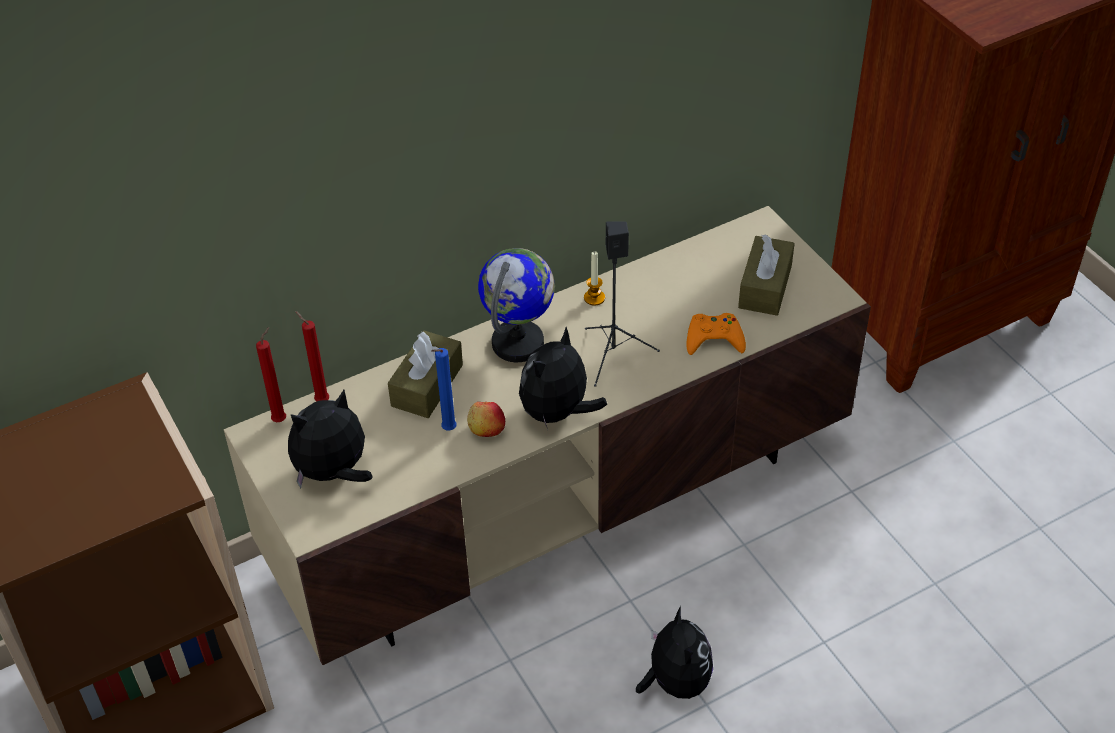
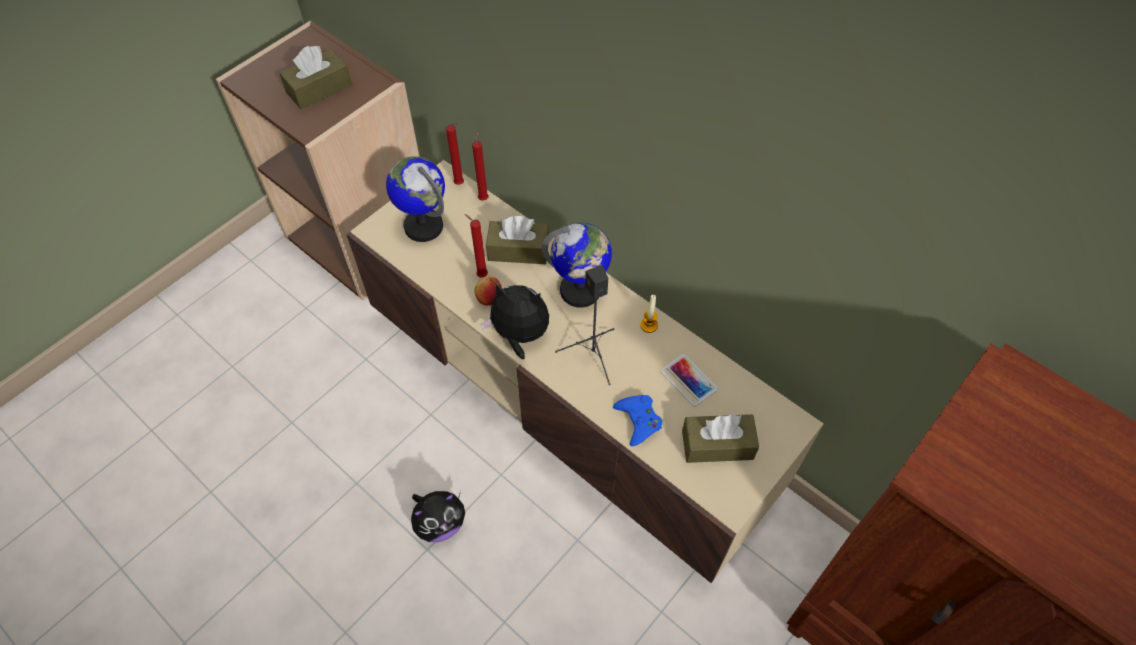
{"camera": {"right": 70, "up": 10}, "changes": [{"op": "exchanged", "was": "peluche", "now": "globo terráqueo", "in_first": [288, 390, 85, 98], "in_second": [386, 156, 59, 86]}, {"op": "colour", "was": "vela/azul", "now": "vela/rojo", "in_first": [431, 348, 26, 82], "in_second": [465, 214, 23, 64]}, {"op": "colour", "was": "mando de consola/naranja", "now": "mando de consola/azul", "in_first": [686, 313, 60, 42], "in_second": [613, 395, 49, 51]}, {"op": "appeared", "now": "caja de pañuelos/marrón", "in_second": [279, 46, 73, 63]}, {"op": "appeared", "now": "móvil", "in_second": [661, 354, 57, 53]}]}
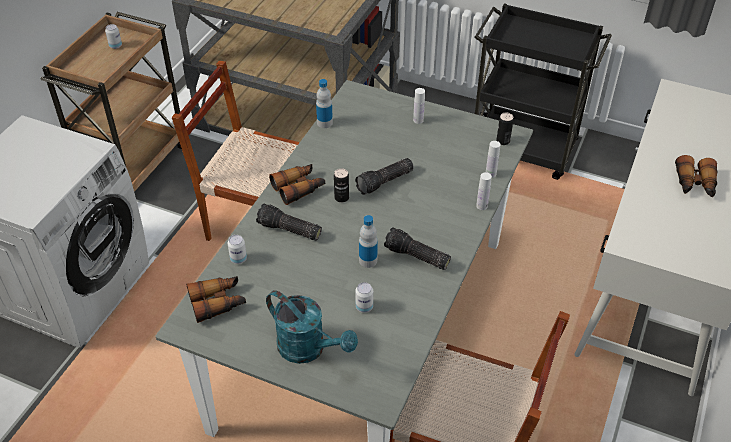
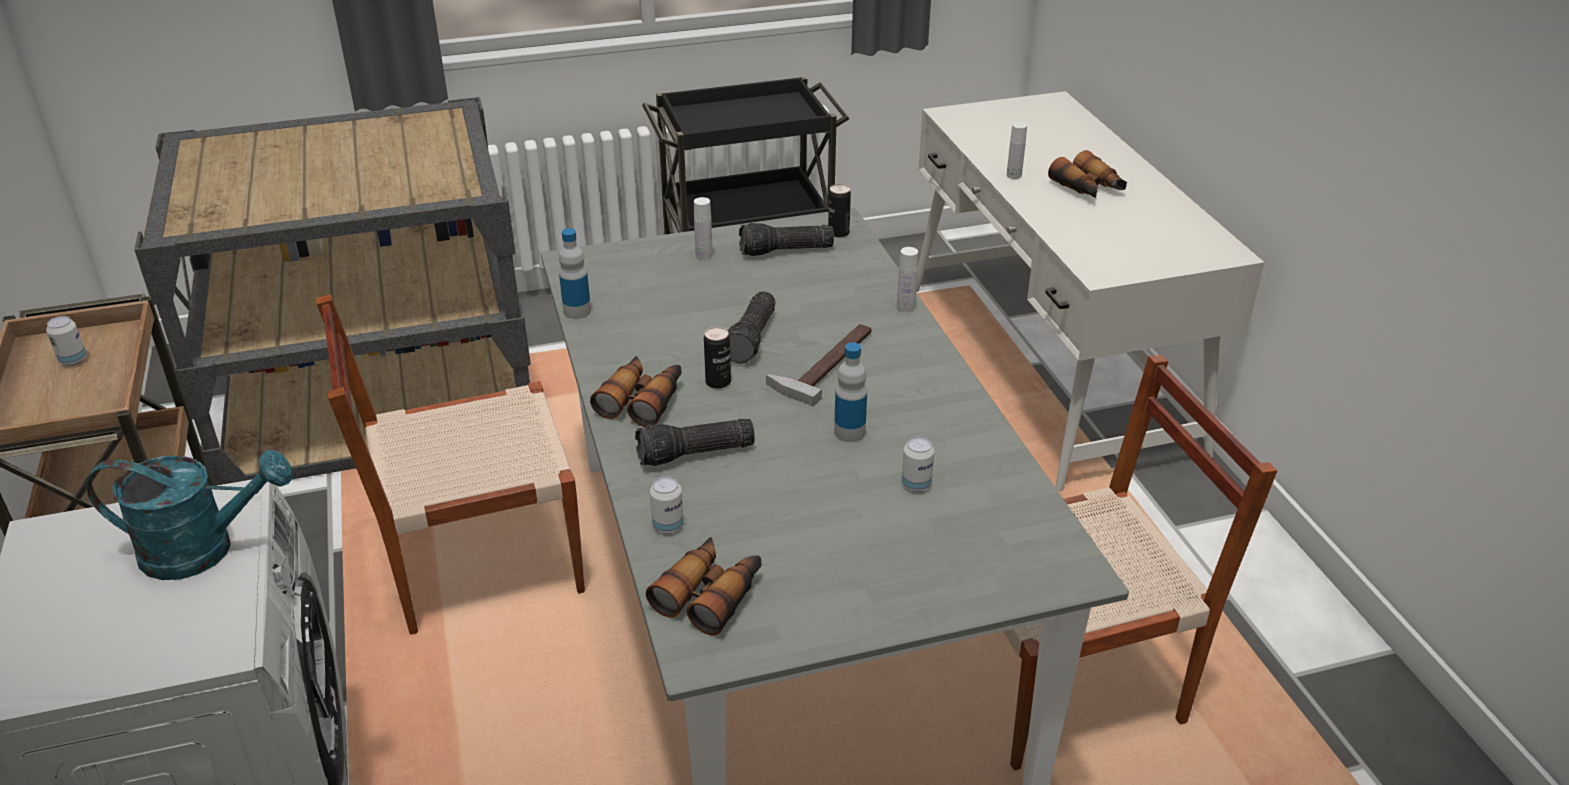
{"camera": {"right": -40, "up": -10}, "changes": [{"op": "relocated", "was": "regadera/turquesa", "in_first": [266, 290, 92, 74], "in_second": [86, 450, 206, 130]}, {"op": "relocated", "was": "linterna", "in_first": [384, 227, 67, 43], "in_second": [739, 223, 95, 33]}, {"op": "relocated", "was": "botella/blanco", "in_first": [486, 141, 15, 37], "in_second": [1007, 122, 20, 57]}, {"op": "appeared", "now": "martillo", "in_second": [766, 324, 105, 82]}]}
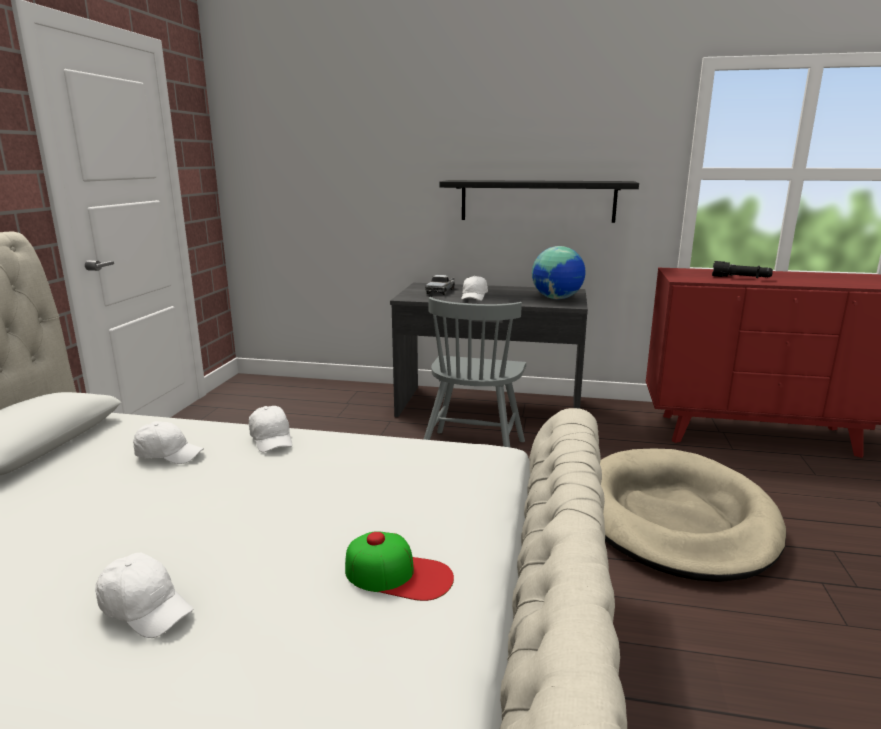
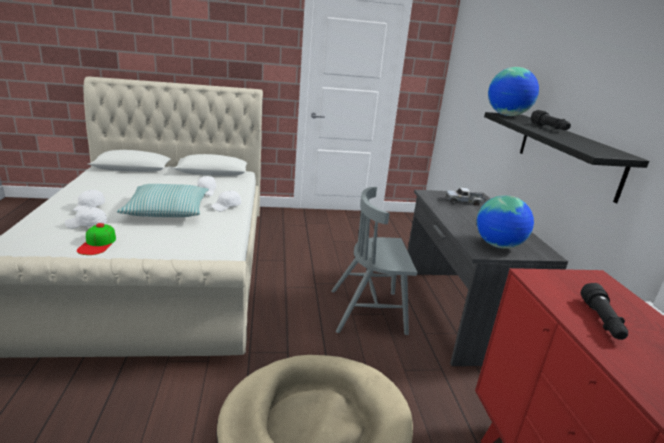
{"camera": {"right": 70, "up": 5}, "changes": [{"op": "relocated", "was": "gorra/blanco", "in_first": [461, 276, 27, 25], "in_second": [65, 207, 42, 21]}, {"op": "appeared", "now": "cojín", "in_second": [117, 184, 92, 33]}, {"op": "appeared", "now": "globo terráqueo", "in_second": [488, 67, 51, 49]}, {"op": "appeared", "now": "linterna/negro", "in_second": [530, 110, 41, 20]}]}
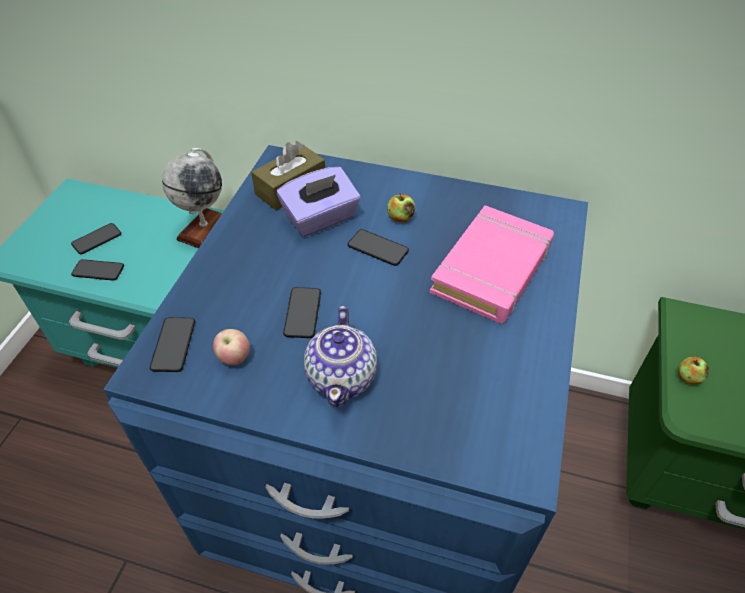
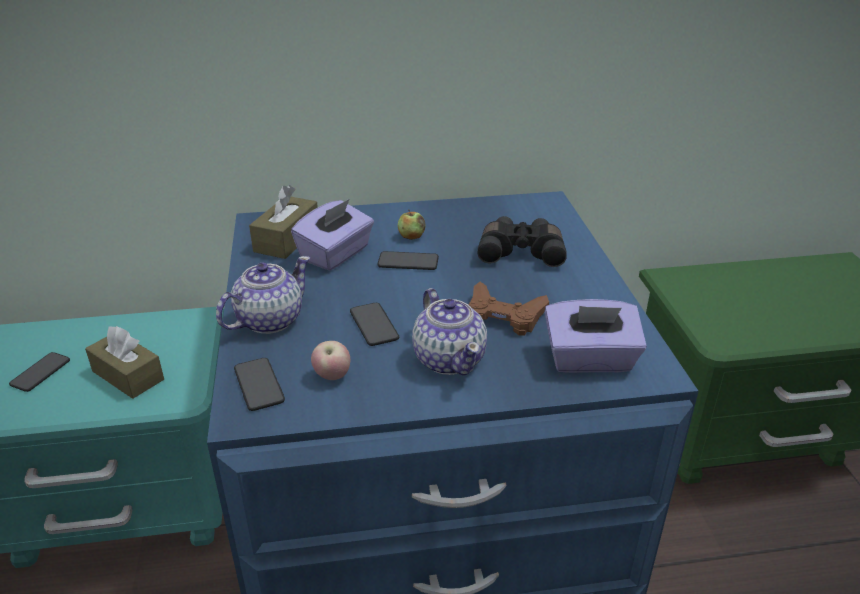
{"camera": {"right": -25, "up": -15}, "changes": [{"op": "missing", "was": "móvil", "in_first": [71, 259, 53, 22]}, {"op": "missing", "was": "globo terráqueo", "in_first": [162, 148, 60, 100]}, {"op": "exchanged", "was": "libro/rosa", "now": "prismáticos/negro", "in_first": [430, 205, 124, 119], "in_second": [478, 216, 89, 51]}, {"op": "missing", "was": "manzana", "in_first": [679, 357, 30, 28]}, {"op": "appeared", "now": "caja de pañuelos/marrón", "in_second": [85, 326, 79, 73]}, {"op": "appeared", "now": "tetera", "in_second": [216, 256, 94, 78]}, {"op": "appeared", "now": "mando de consola/marrón", "in_second": [469, 282, 80, 54]}, {"op": "appeared", "now": "caja de pañuelos/morado", "in_second": [545, 299, 102, 74]}]}
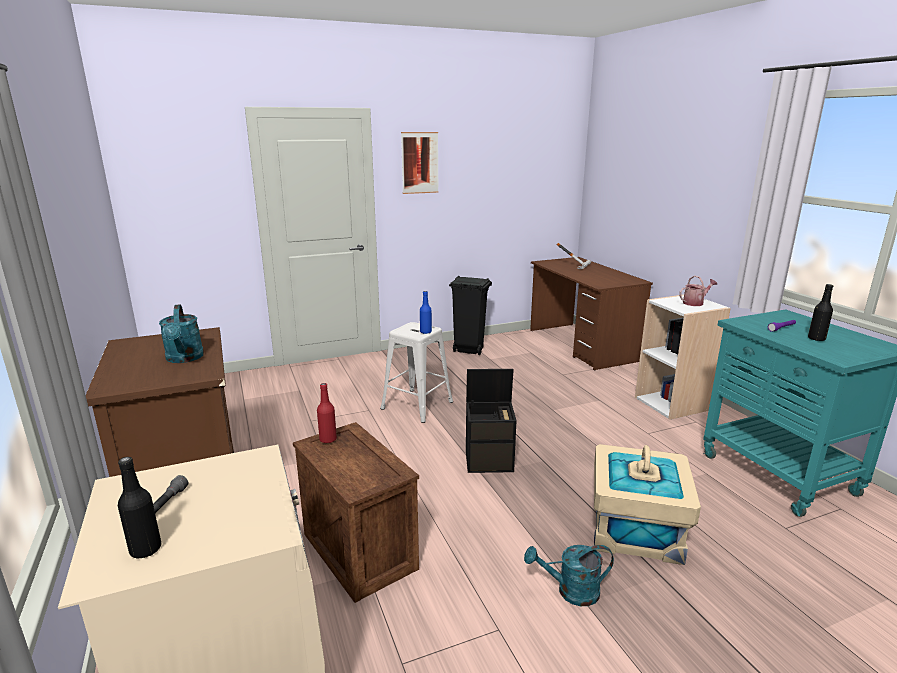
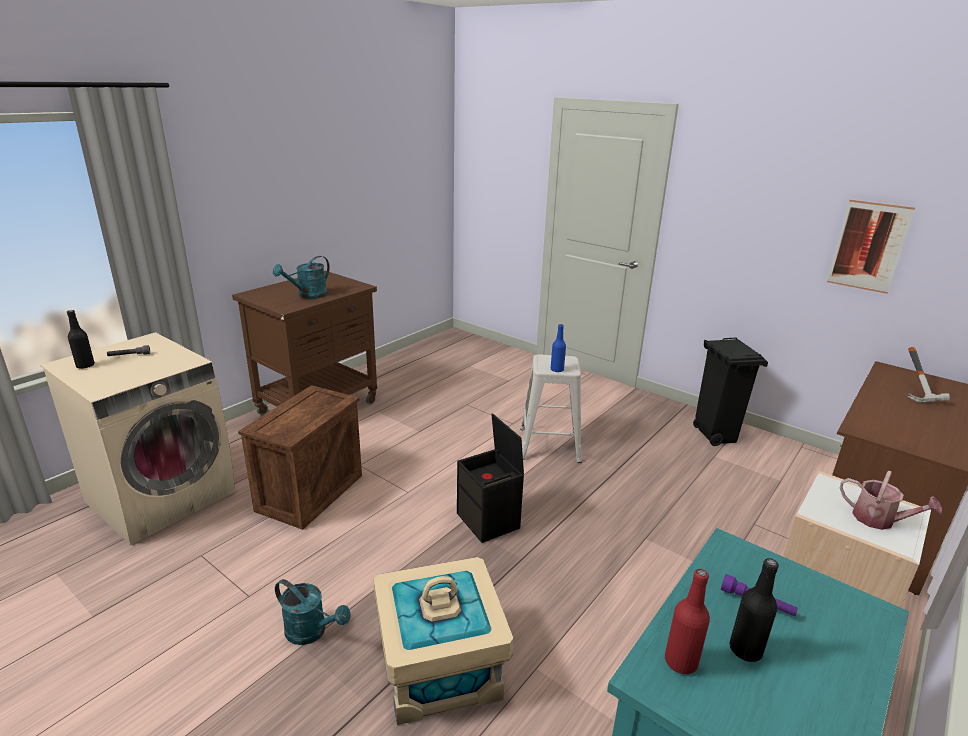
{"camera": {"right": 60, "up": 5}, "changes": [{"op": "relocated", "was": "botella/rojo", "in_first": [317, 383, 20, 60], "in_second": [665, 569, 45, 105]}, {"op": "relocated", "was": "cuadro", "in_first": [401, 132, 38, 62], "in_second": [827, 200, 88, 94]}, {"op": "spun", "was": "regadera/turquesa", "in_first": [524, 545, 90, 61], "in_second": [275, 579, 76, 66], "clockwise": 150}]}
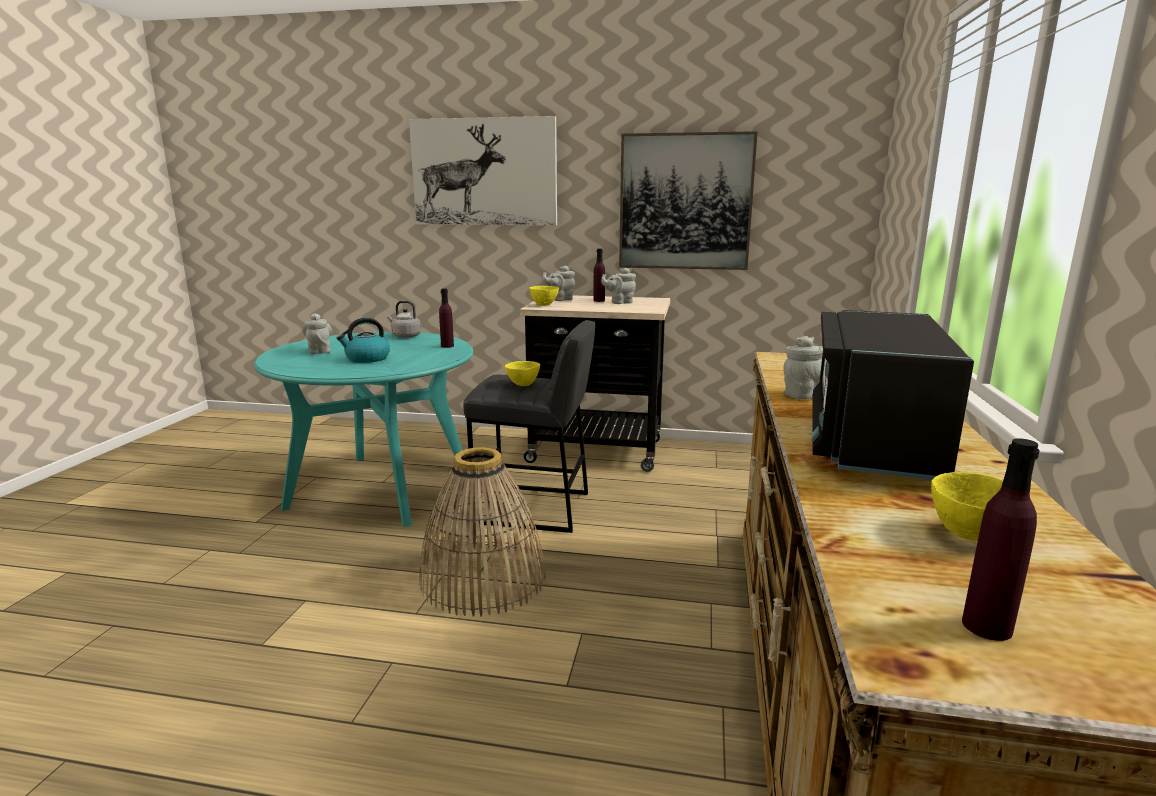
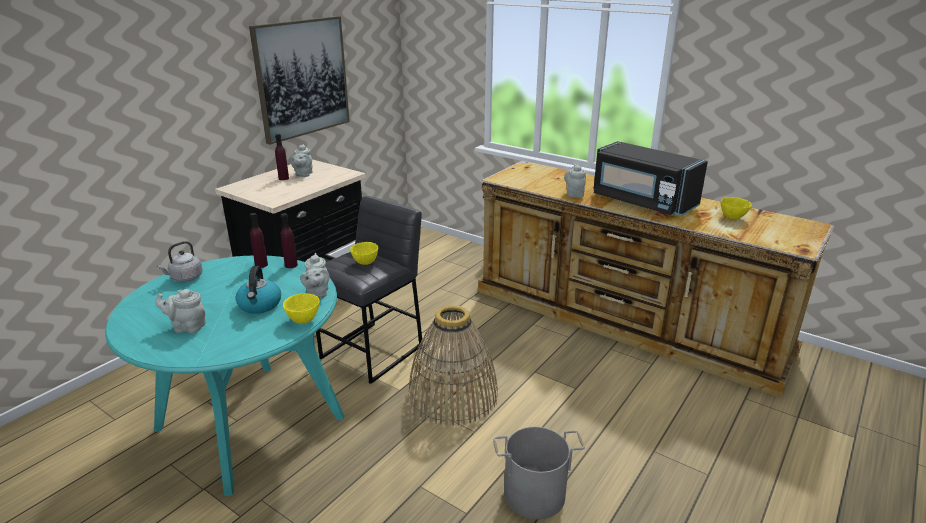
{"camera": {"right": -65, "up": 10}, "changes": [{"op": "missing", "was": "cuadro", "in_first": [409, 116, 148, 110]}, {"op": "relocated", "was": "cuenco/amarillo", "in_first": [529, 286, 30, 20], "in_second": [283, 293, 37, 31]}, {"op": "relocated", "was": "tetera/gris", "in_first": [543, 266, 32, 35], "in_second": [300, 253, 29, 45]}, {"op": "relocated", "was": "botella/morado", "in_first": [962, 438, 77, 203], "in_second": [281, 213, 17, 55]}, {"op": "appeared", "now": "cubo/gris", "in_second": [493, 427, 92, 92]}]}
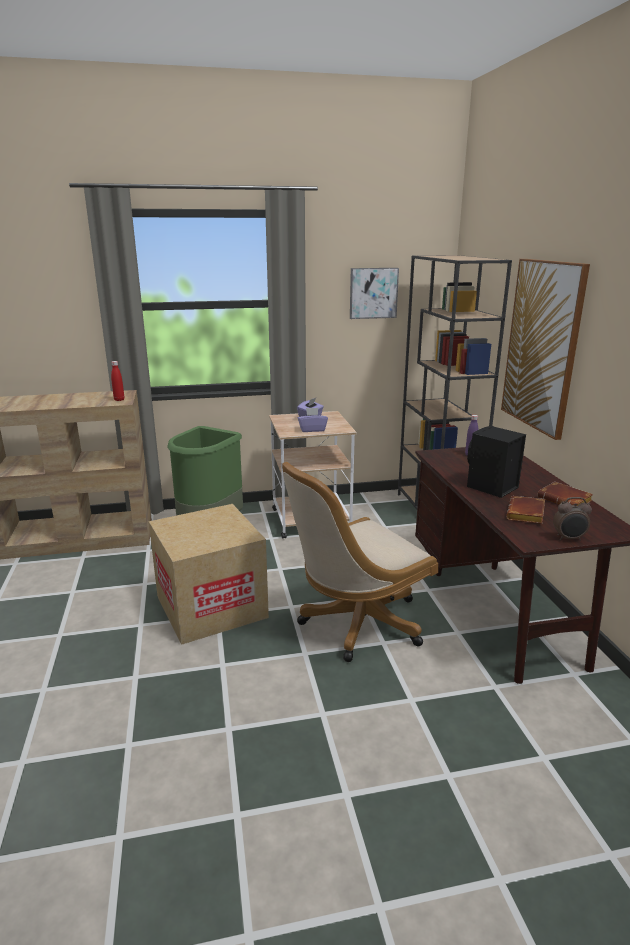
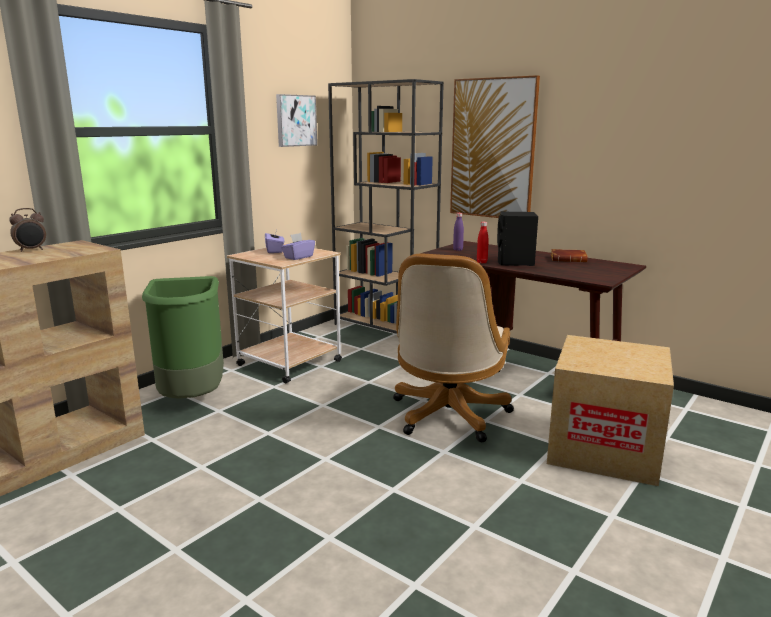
{"camera": {"right": -40, "up": -5}, "changes": [{"op": "relocated", "was": "botella/rojo", "in_first": [111, 361, 13, 40], "in_second": [477, 222, 12, 41]}, {"op": "relocated", "was": "caja de cartón", "in_first": [149, 504, 120, 141], "in_second": [547, 335, 127, 151]}, {"op": "missing", "was": "libro/marrón", "in_first": [506, 496, 39, 28]}, {"op": "relocated", "was": "despertador", "in_first": [553, 497, 39, 44], "in_second": [9, 208, 37, 44]}]}
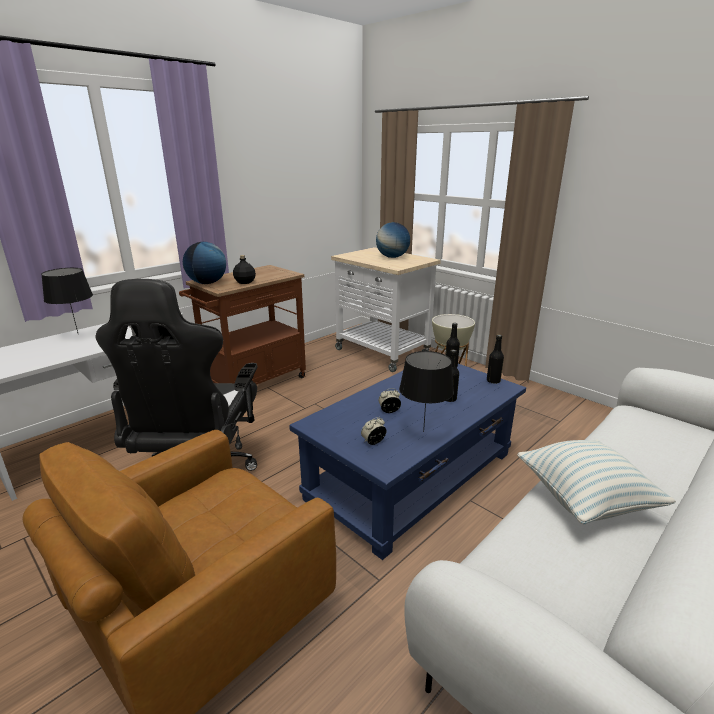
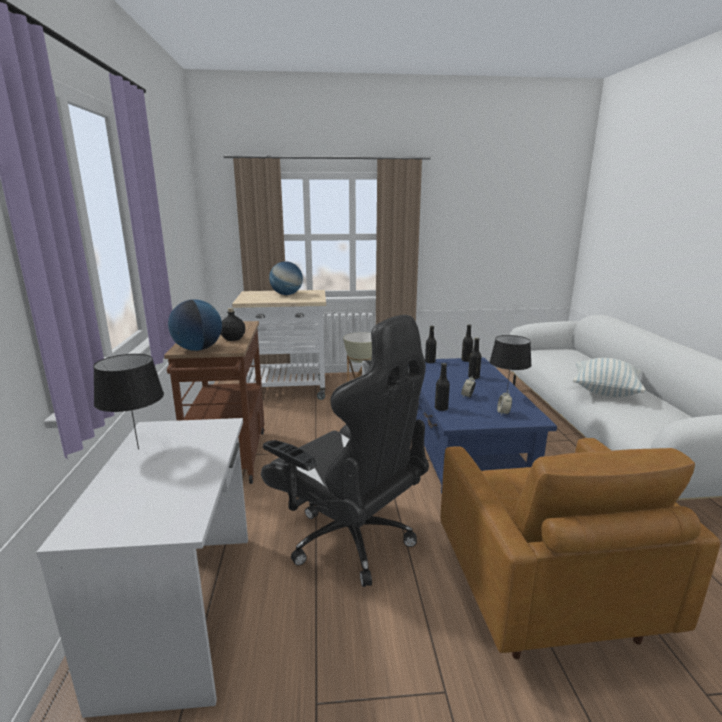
{"camera": {"right": -50, "up": -5}, "changes": [{"op": "appeared", "now": "botella/negro", "in_second": [435, 363, 15, 48]}]}
